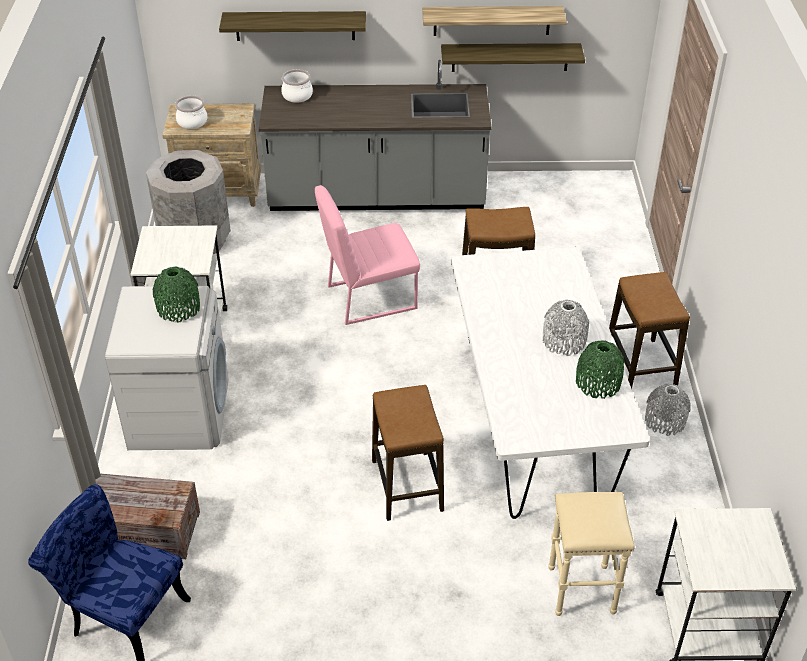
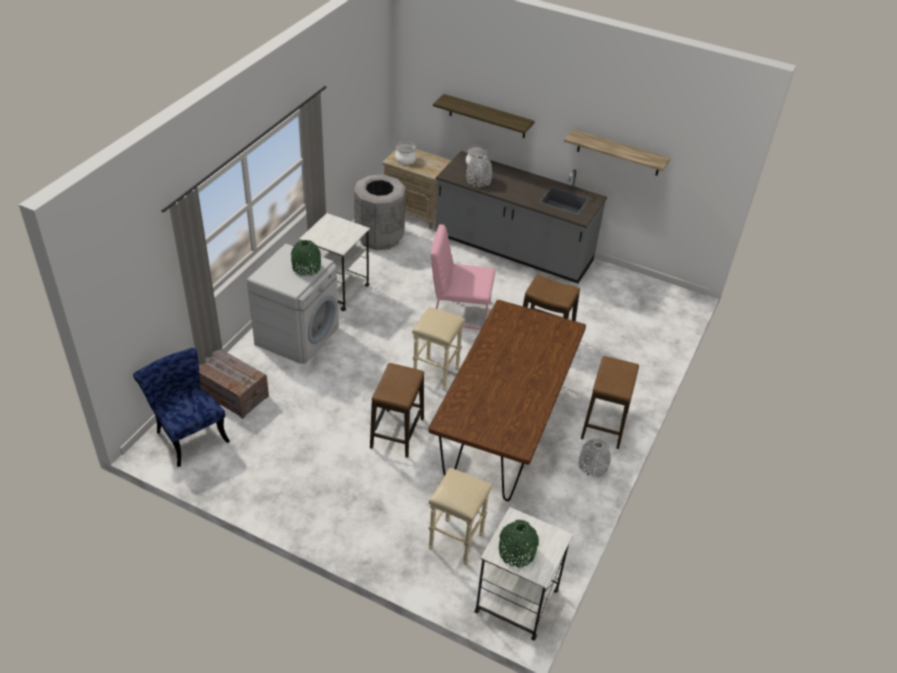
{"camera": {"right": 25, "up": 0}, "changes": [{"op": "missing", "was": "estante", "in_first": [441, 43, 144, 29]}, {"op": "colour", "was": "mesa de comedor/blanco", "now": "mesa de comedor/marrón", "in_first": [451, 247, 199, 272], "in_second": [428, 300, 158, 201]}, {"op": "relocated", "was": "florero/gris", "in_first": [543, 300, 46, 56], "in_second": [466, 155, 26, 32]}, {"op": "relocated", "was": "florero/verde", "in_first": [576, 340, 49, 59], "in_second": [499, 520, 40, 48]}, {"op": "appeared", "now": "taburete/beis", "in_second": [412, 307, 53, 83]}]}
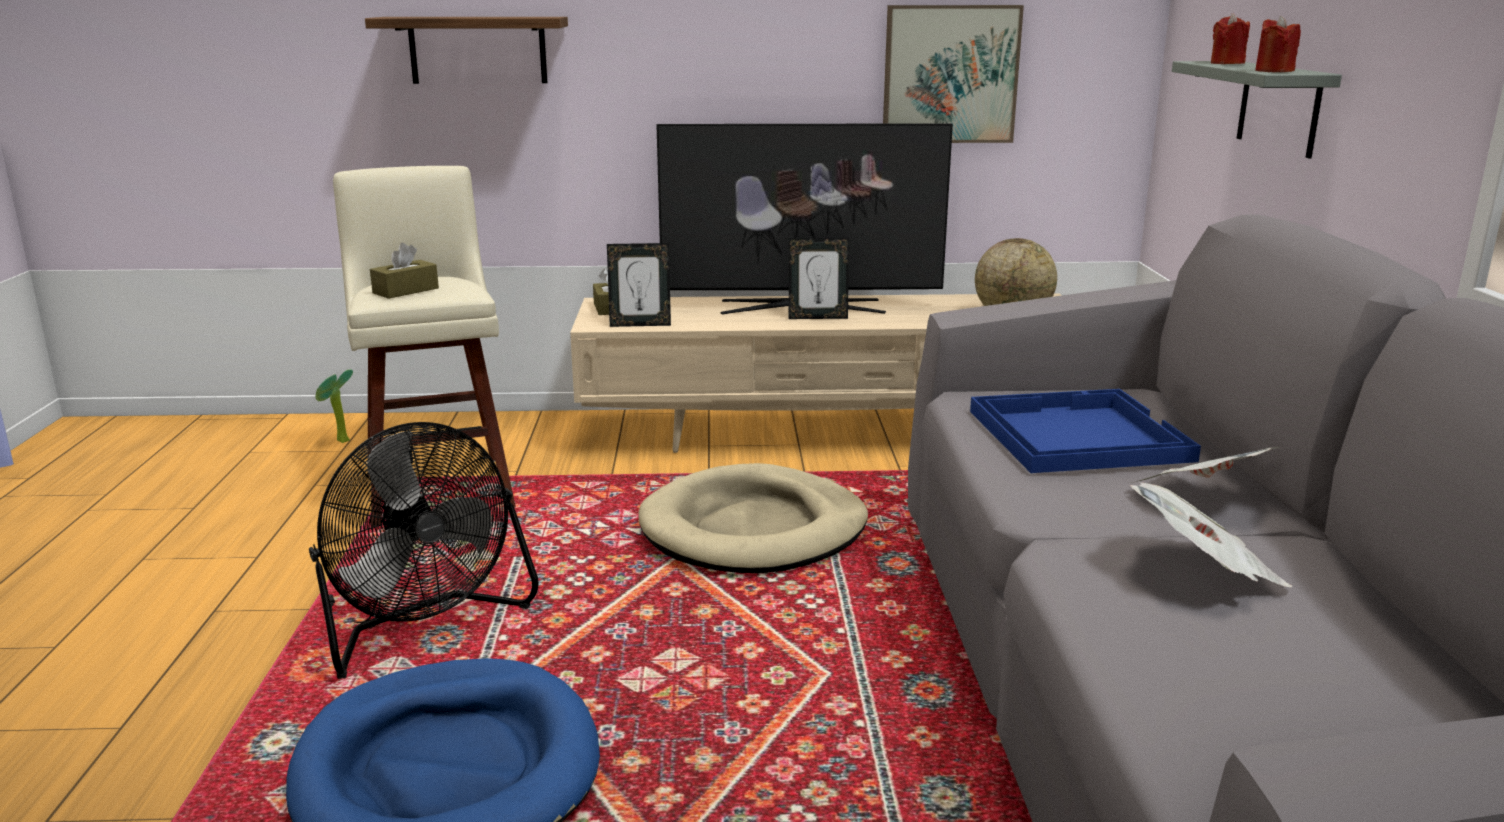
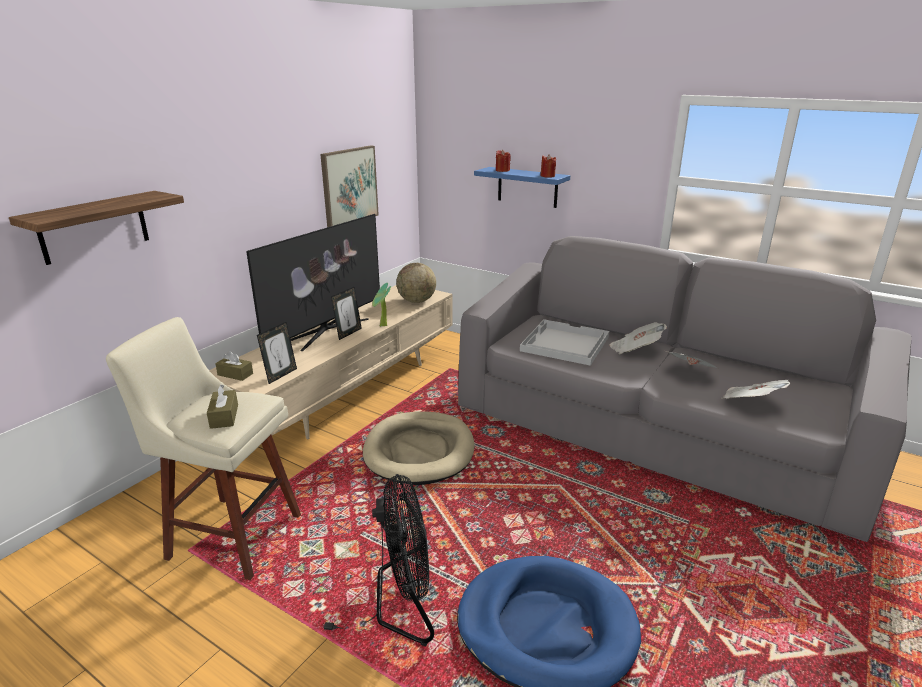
{"camera": {"right": -55, "up": 5}, "changes": [{"op": "relocated", "was": "planta en maceta", "in_first": [316, 369, 37, 74], "in_second": [372, 283, 19, 44]}, {"op": "colour", "was": "bandeja/azul", "now": "bandeja/blanco", "in_first": [970, 389, 231, 84], "in_second": [520, 319, 89, 47]}, {"op": "colour", "was": "estante/gris", "now": "estante/azul", "in_first": [1172, 61, 170, 97], "in_second": [474, 167, 96, 41]}, {"op": "appeared", "now": "periódico", "in_second": [721, 380, 69, 19]}]}
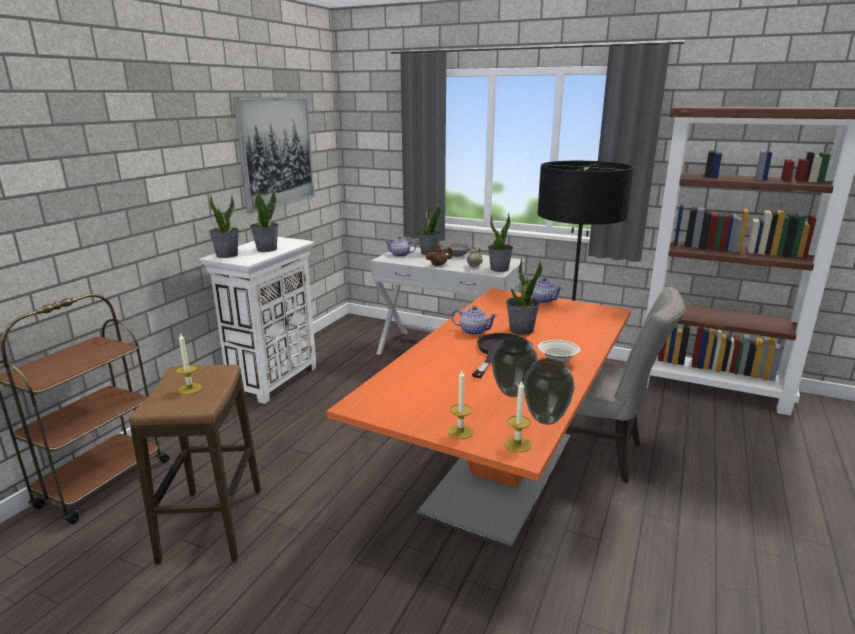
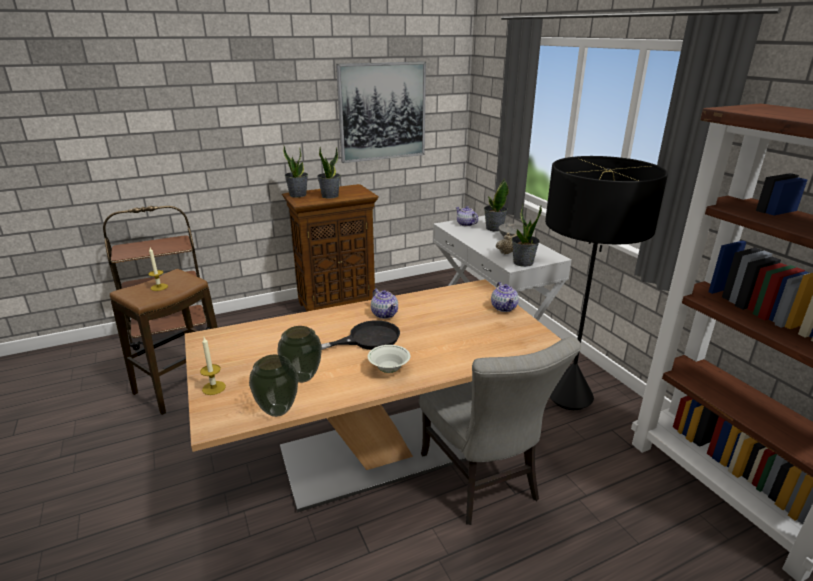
{"camera": {"right": 40, "up": 5}, "changes": [{"op": "colour", "was": "armario/blanco", "now": "armario/marrón", "in_first": [199, 237, 117, 167], "in_second": [282, 184, 97, 128]}, {"op": "colour", "was": "mesa de comedor/naranja", "now": "mesa de comedor/beis", "in_first": [327, 288, 304, 262], "in_second": [185, 279, 377, 233]}, {"op": "missing", "was": "tetera/marrón", "in_first": [426, 245, 27, 21]}, {"op": "missing", "was": "vela", "in_first": [504, 380, 27, 72]}, {"op": "missing", "was": "planta en maceta", "in_first": [506, 258, 37, 77]}]}
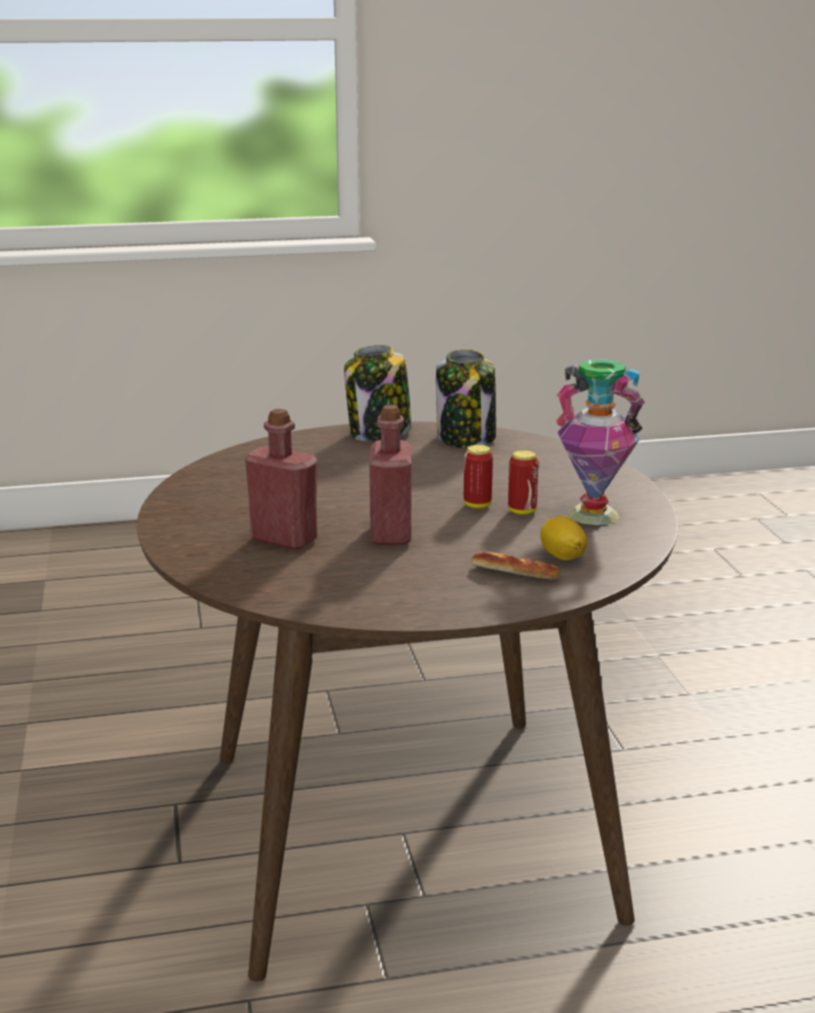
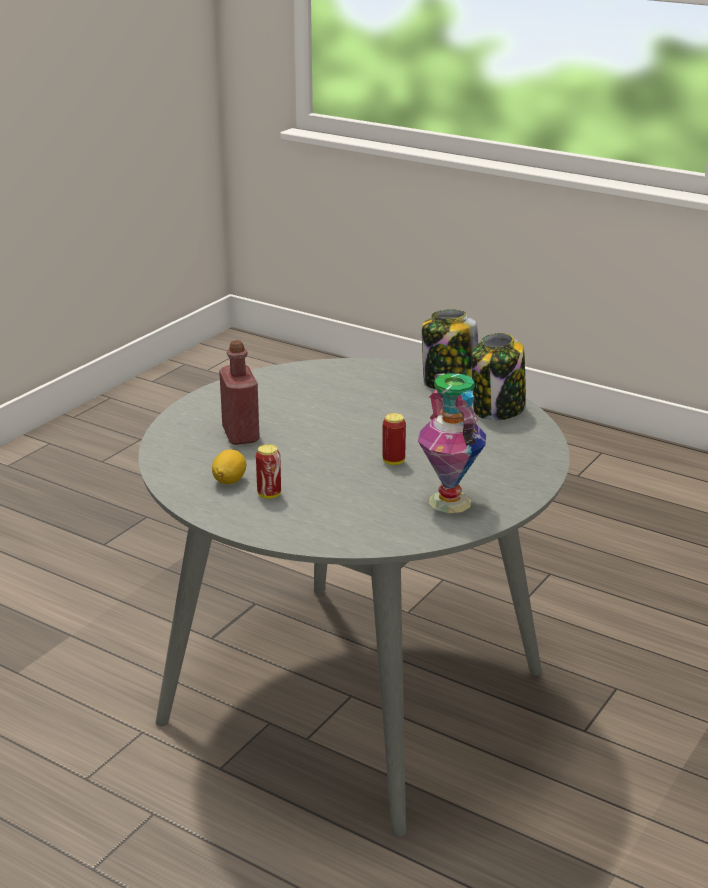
{"camera": {"right": 45, "up": 5}, "changes": [{"op": "colour", "was": "mesa de comedor/marrón", "now": "mesa de comedor/gris", "in_first": [137, 421, 541, 560], "in_second": [138, 358, 432, 479]}, {"op": "missing", "was": "botella/rojo", "in_first": [369, 405, 42, 140]}, {"op": "missing", "was": "pan", "in_first": [472, 552, 88, 28]}, {"op": "relocated", "was": "lata", "in_first": [508, 450, 31, 65], "in_second": [256, 444, 25, 55]}, {"op": "relocated", "was": "limón", "in_first": [540, 516, 47, 44], "in_second": [212, 449, 34, 35]}]}
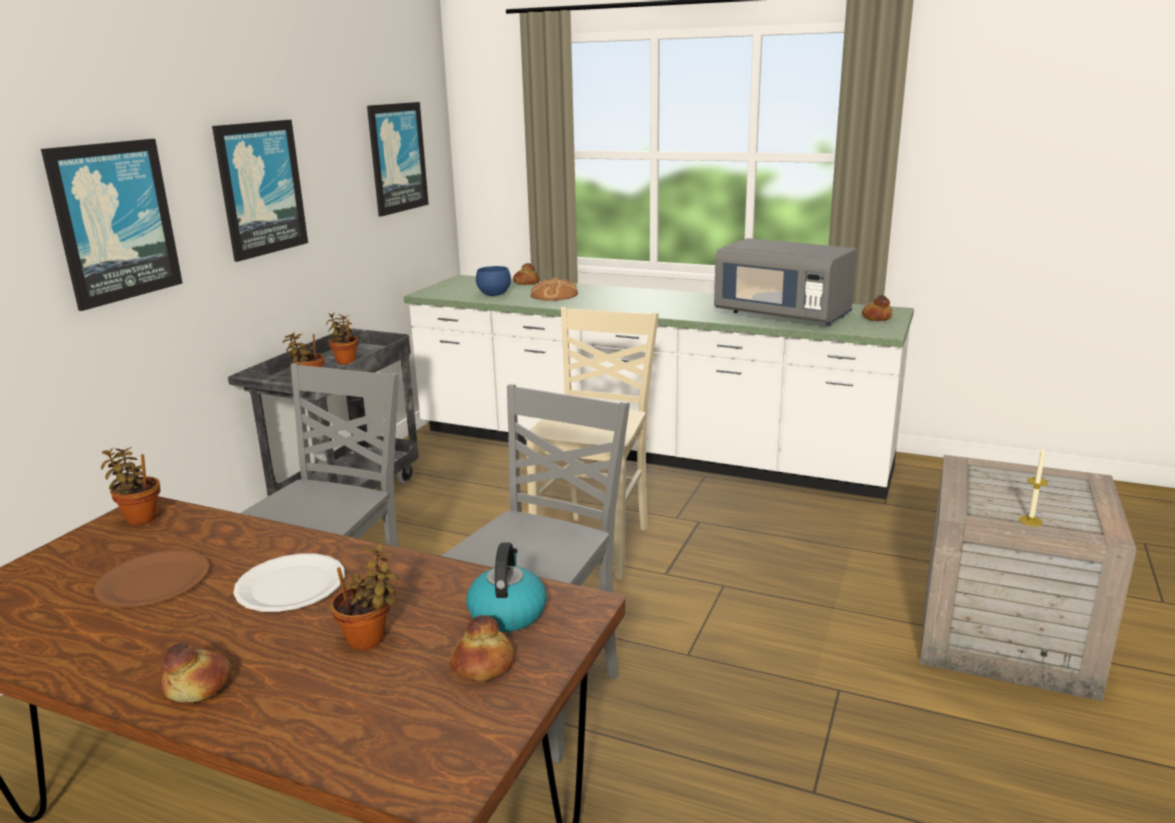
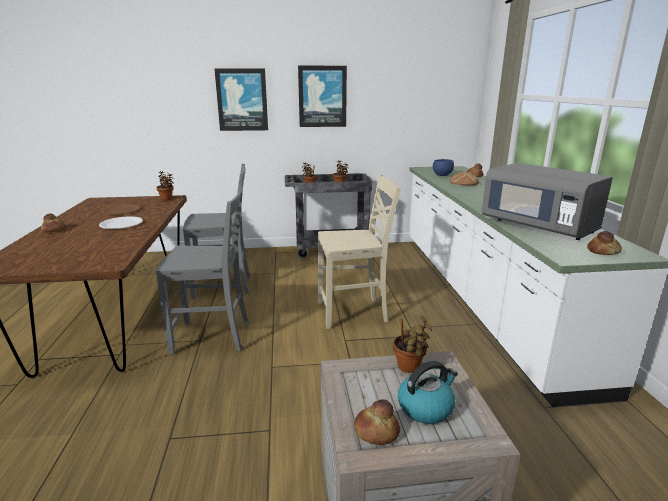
{"camera": {"right": 60, "up": 0}, "changes": [{"op": "relocated", "was": "planta en maceta", "in_first": [331, 544, 68, 106], "in_second": [393, 316, 39, 57]}, {"op": "missing", "was": "cuadro", "in_first": [367, 102, 62, 115]}, {"op": "relocated", "was": "pan", "in_first": [450, 615, 65, 66], "in_second": [354, 399, 46, 46]}, {"op": "relocated", "was": "hervidor", "in_first": [466, 542, 81, 90], "in_second": [398, 361, 60, 63]}, {"op": "spun", "was": "microondas/gris", "in_first": [714, 238, 143, 88], "in_second": [482, 163, 131, 77], "clockwise": -45}, {"op": "missing", "was": "vela", "in_first": [1019, 448, 29, 78]}]}
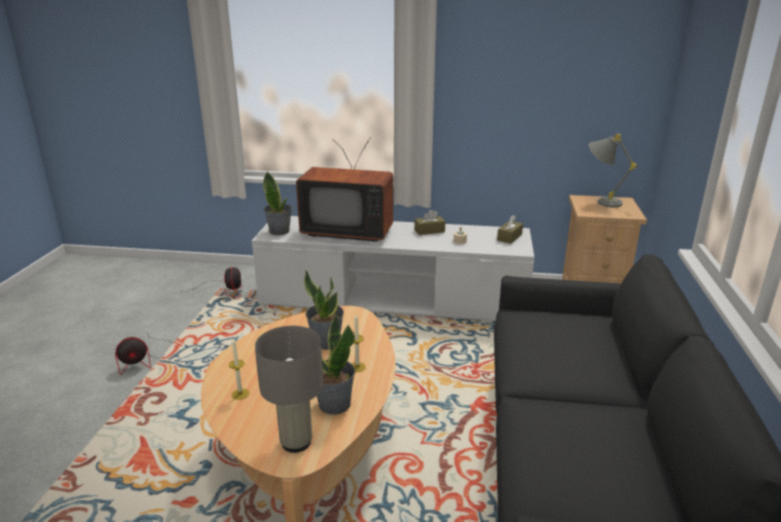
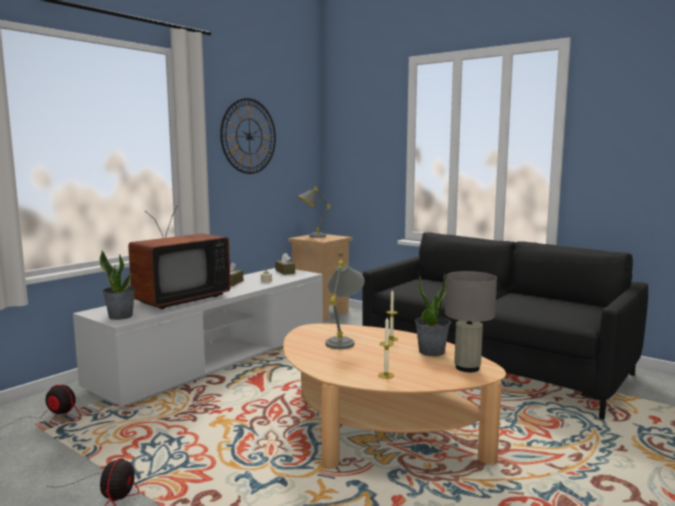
{"camera": {"right": -60, "up": -15}, "changes": [{"op": "exchanged", "was": "planta en maceta", "now": "lámpara de mesa/gris", "in_first": [304, 270, 40, 80], "in_second": [325, 261, 39, 88]}, {"op": "appeared", "now": "reloj de pared", "in_second": [220, 98, 56, 76]}]}
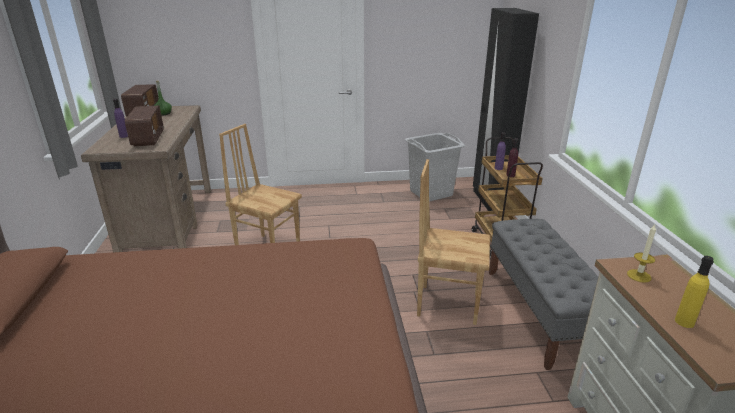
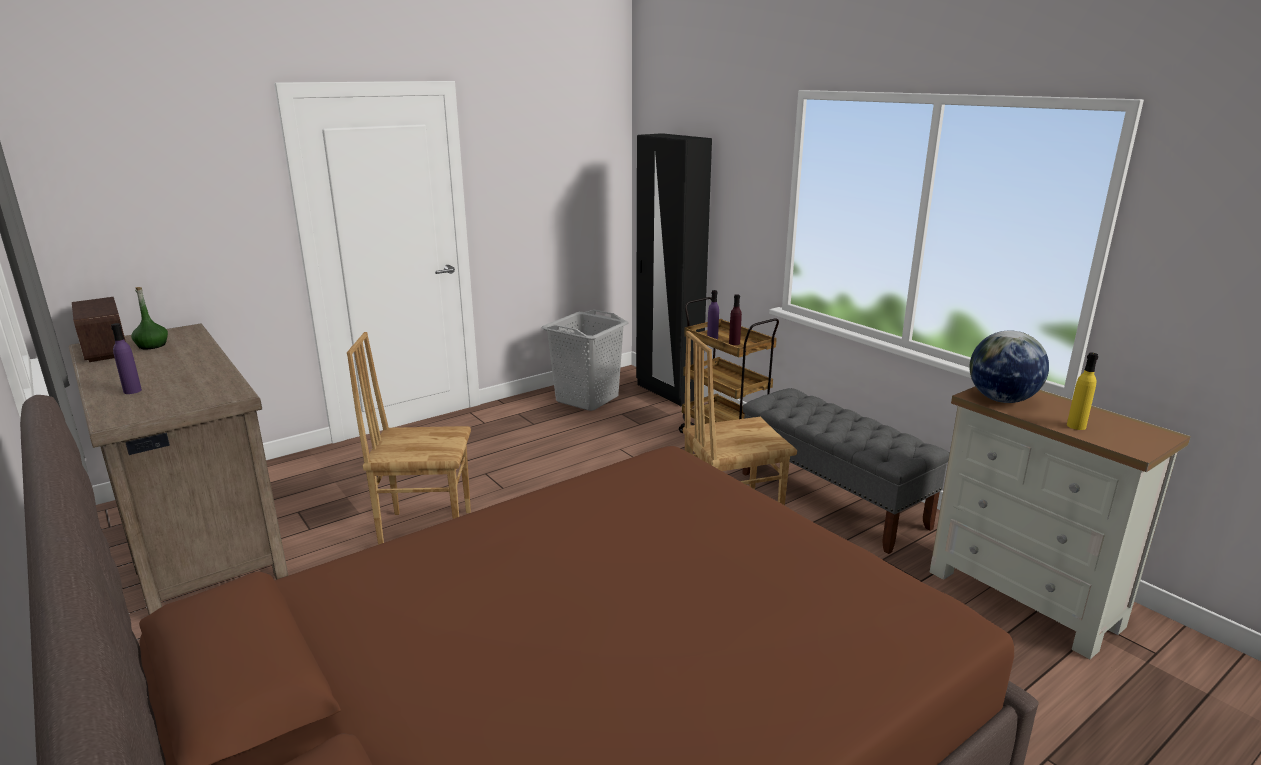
{"camera": {"right": -30, "up": -5}, "changes": [{"op": "missing", "was": "radio", "in_first": [125, 105, 39, 41]}, {"op": "exchanged", "was": "vela", "now": "globo terráqueo", "in_first": [627, 225, 29, 58], "in_second": [969, 331, 80, 72]}]}
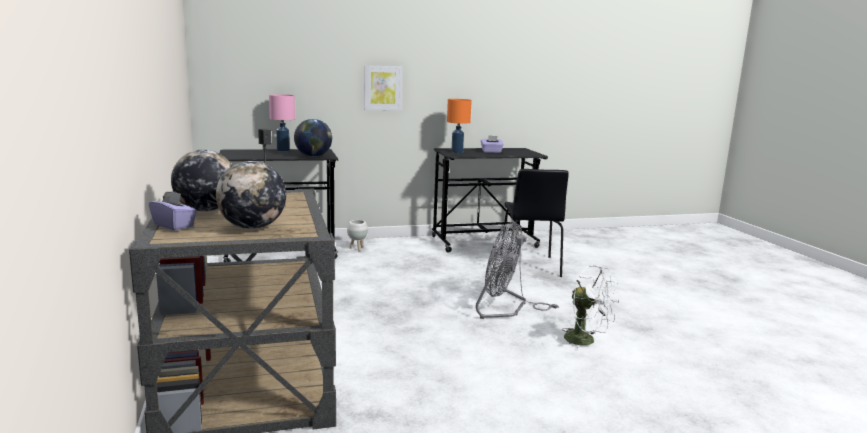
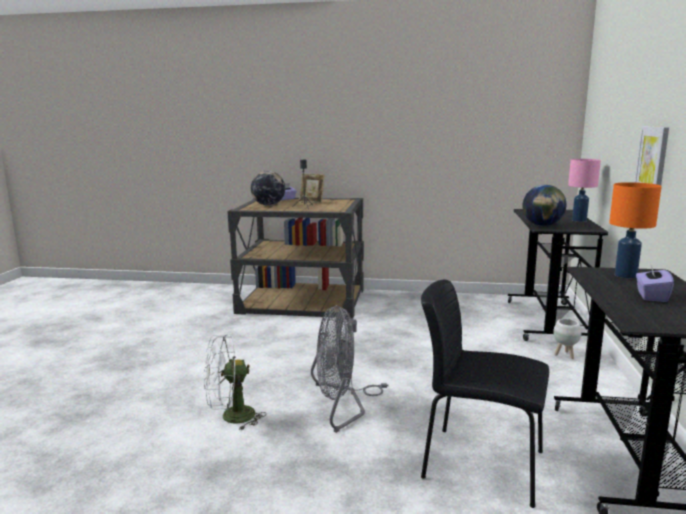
{"camera": {"right": 115, "up": 0}, "changes": [{"op": "exchanged", "was": "globo terráqueo", "now": "portarretratos", "in_first": [171, 150, 61, 62], "in_second": [299, 174, 26, 29]}, {"op": "spun", "was": "ventilador/gris", "in_first": [476, 222, 82, 97], "in_second": [311, 306, 78, 127], "clockwise": -150}]}
